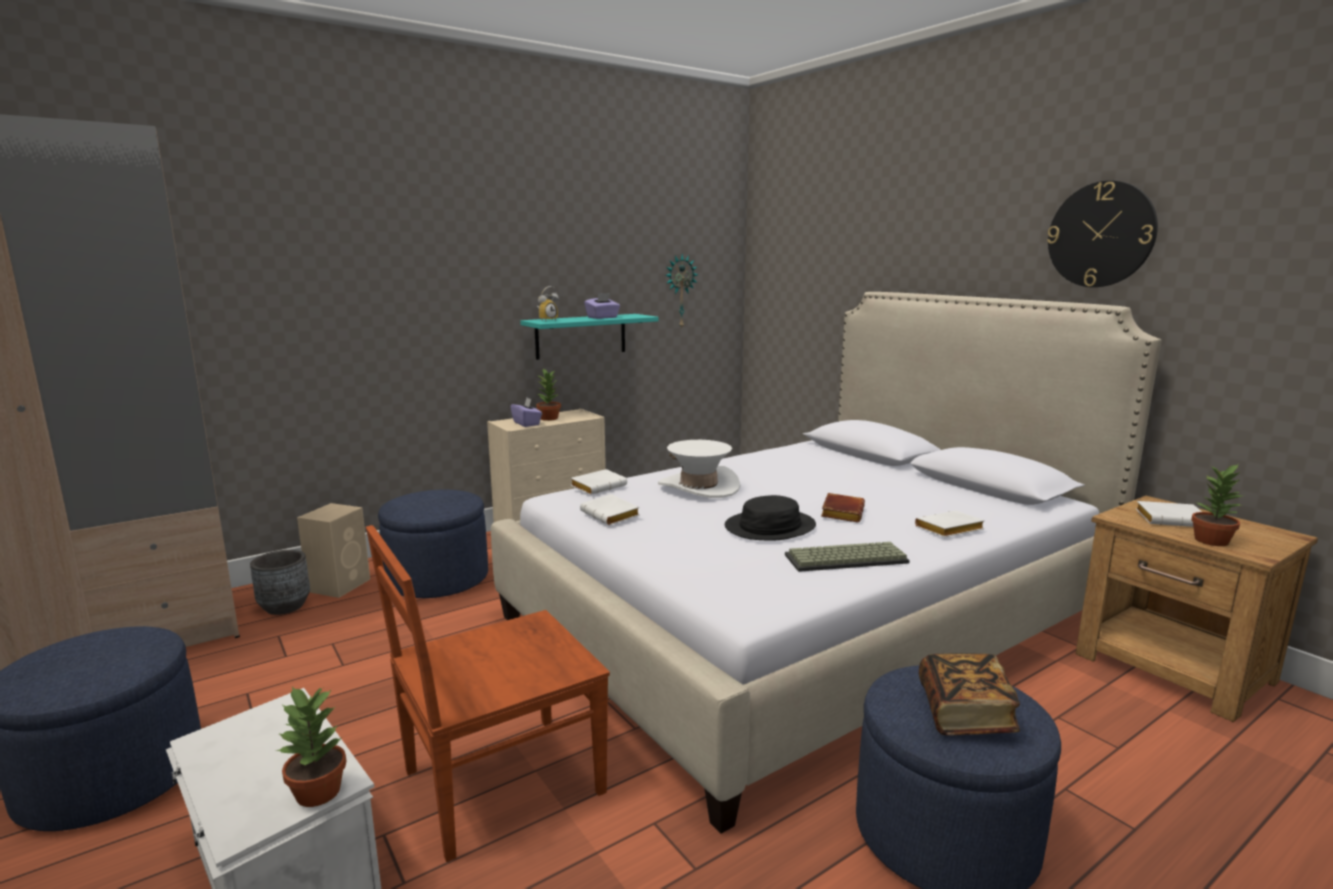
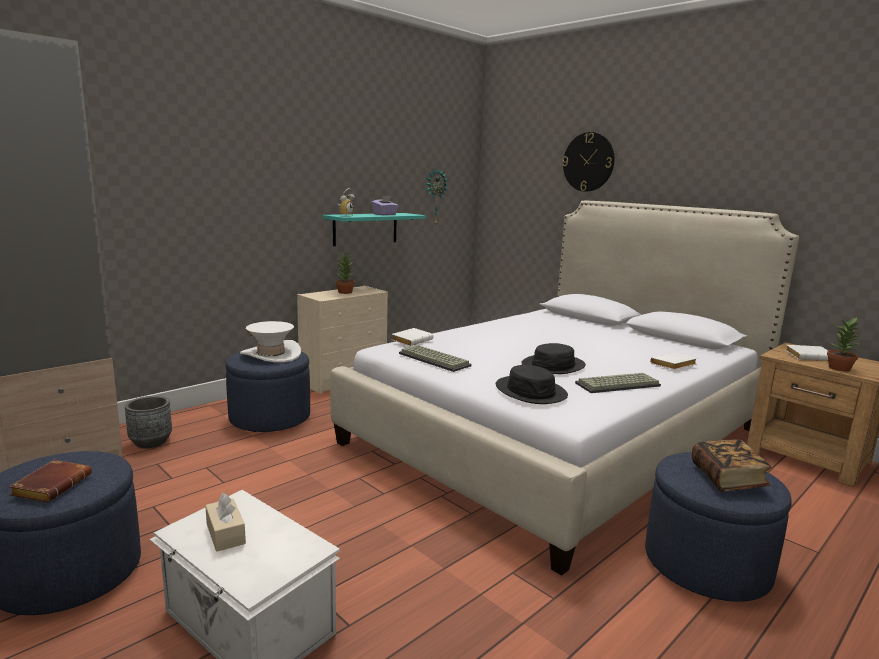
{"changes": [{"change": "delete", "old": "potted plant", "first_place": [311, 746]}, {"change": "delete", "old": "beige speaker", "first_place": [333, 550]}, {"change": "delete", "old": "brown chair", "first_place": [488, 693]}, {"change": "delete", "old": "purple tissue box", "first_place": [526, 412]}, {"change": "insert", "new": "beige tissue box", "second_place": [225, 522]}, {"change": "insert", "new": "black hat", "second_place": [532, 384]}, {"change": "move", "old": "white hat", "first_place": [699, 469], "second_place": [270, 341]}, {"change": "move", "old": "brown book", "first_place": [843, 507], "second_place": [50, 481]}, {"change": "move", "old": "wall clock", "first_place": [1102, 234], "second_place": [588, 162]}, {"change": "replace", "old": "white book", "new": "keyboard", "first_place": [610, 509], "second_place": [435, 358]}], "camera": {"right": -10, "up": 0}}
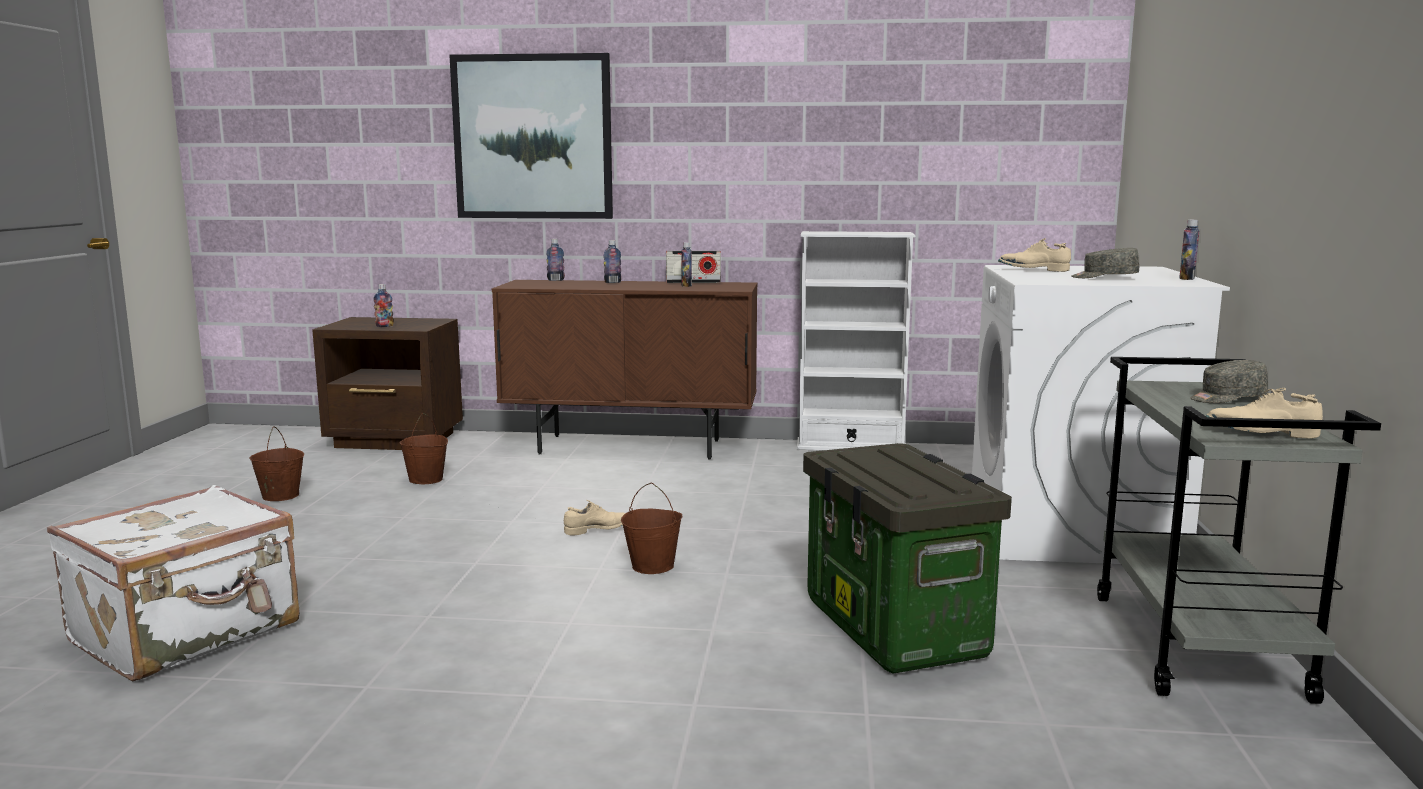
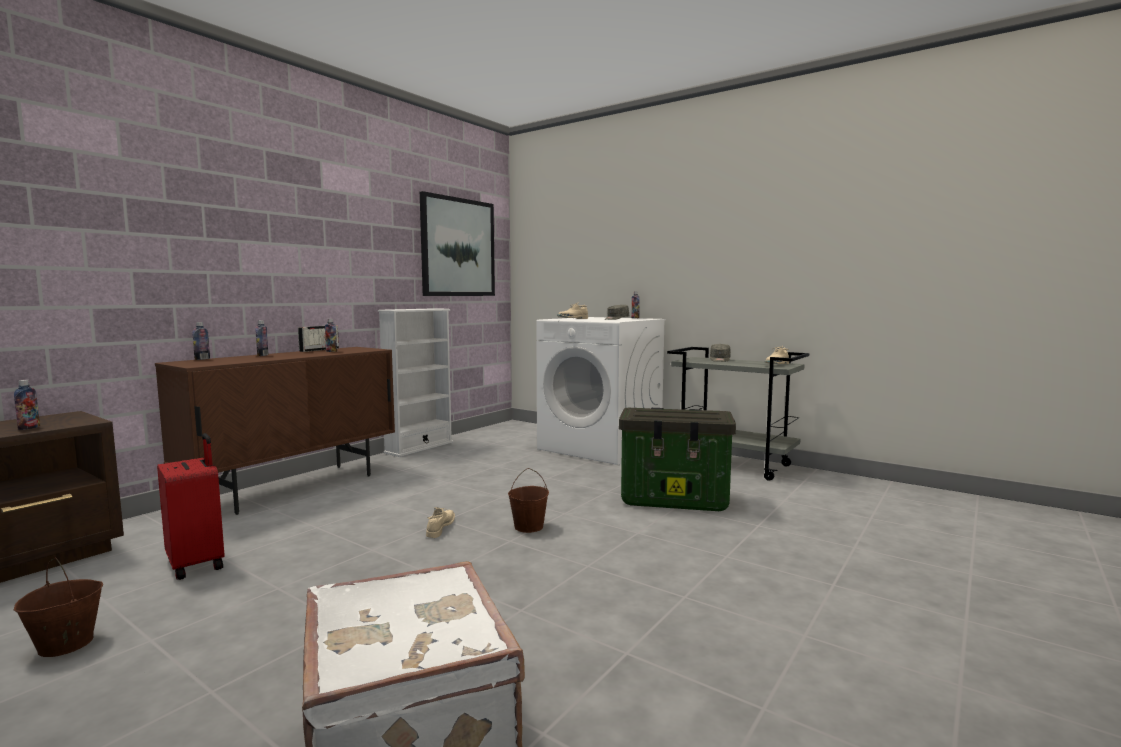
{"changes": [{"change": "move", "old": "picture", "first_place": [531, 136], "second_place": [457, 243]}, {"change": "replace", "old": "brown bucket", "new": "red suitcase", "first_place": [423, 448], "second_place": [191, 506]}], "camera": {"right": -60, "up": -5}}
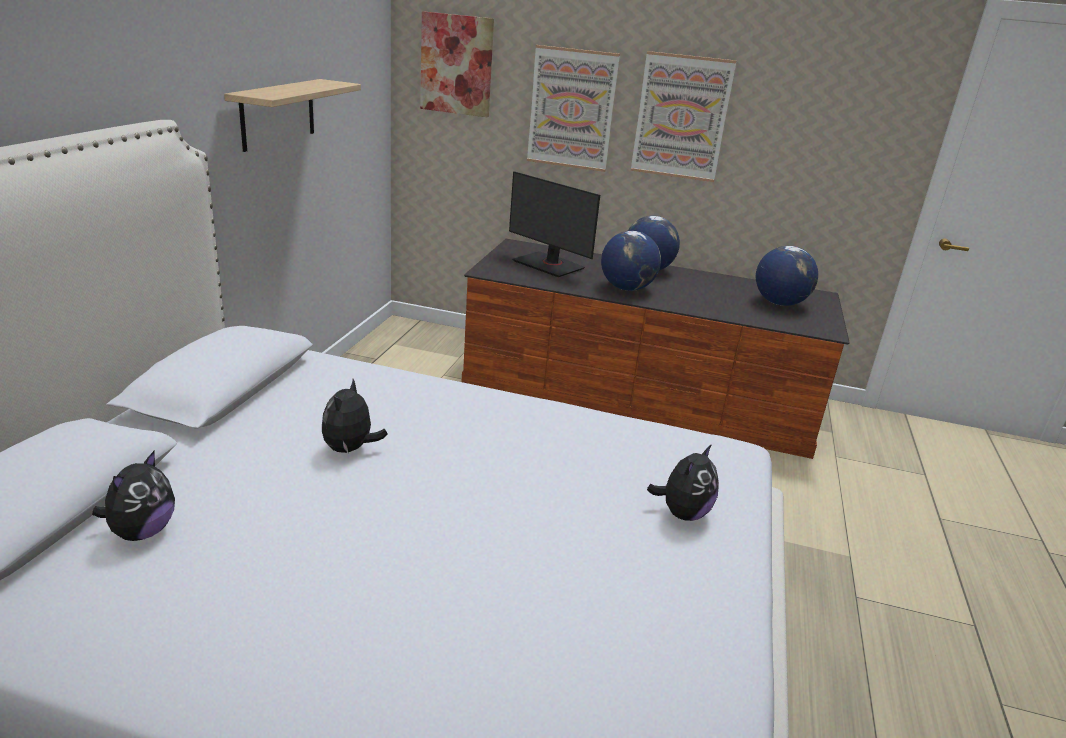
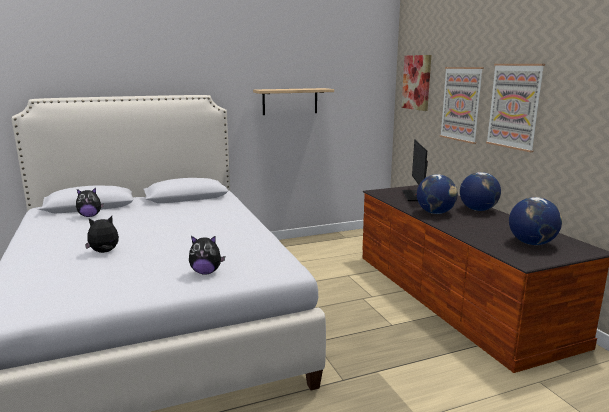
{"changes": [{"change": "move", "old": "plush toy", "first_place": [355, 416], "second_place": [102, 234]}], "camera": {"right": 55, "up": -10}}
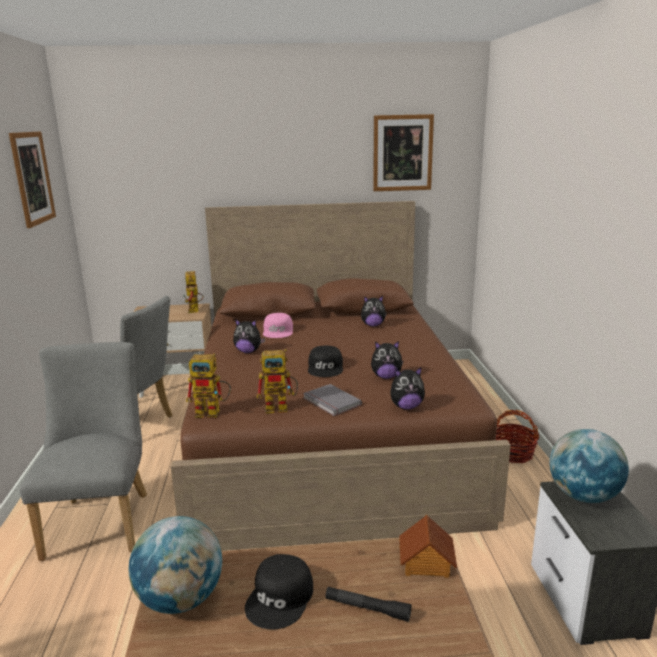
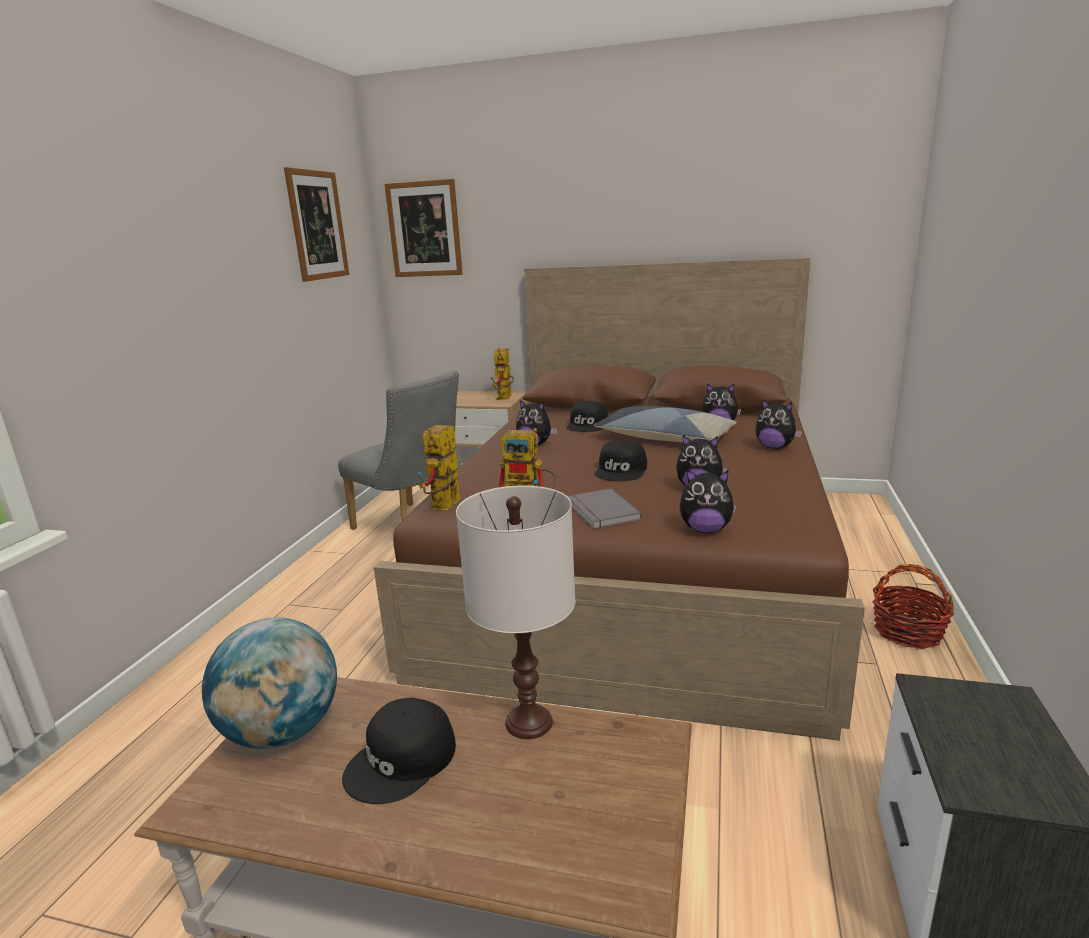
{"changes": [{"change": "delete", "old": "grey chair", "first_place": [83, 451]}, {"change": "delete", "old": "black flashlight", "first_place": [368, 604]}, {"change": "delete", "old": "toy house", "first_place": [428, 546]}, {"change": "delete", "old": "globe", "first_place": [589, 466]}, {"change": "insert", "new": "white table lamp", "second_place": [515, 612]}, {"change": "insert", "new": "pillow", "second_place": [665, 424]}, {"change": "insert", "new": "plush toy", "second_place": [778, 424]}, {"change": "move", "old": "picture", "first_place": [403, 152], "second_place": [423, 228]}, {"change": "recolor", "old": "pink cap", "new": "black cap", "first_place": [278, 325], "second_place": [587, 416]}, {"change": "rotate", "old": "toy robot", "first_place": [208, 385], "second_place": [439, 467], "degrees": 90}], "camera": {"right": 20, "up": 0}}
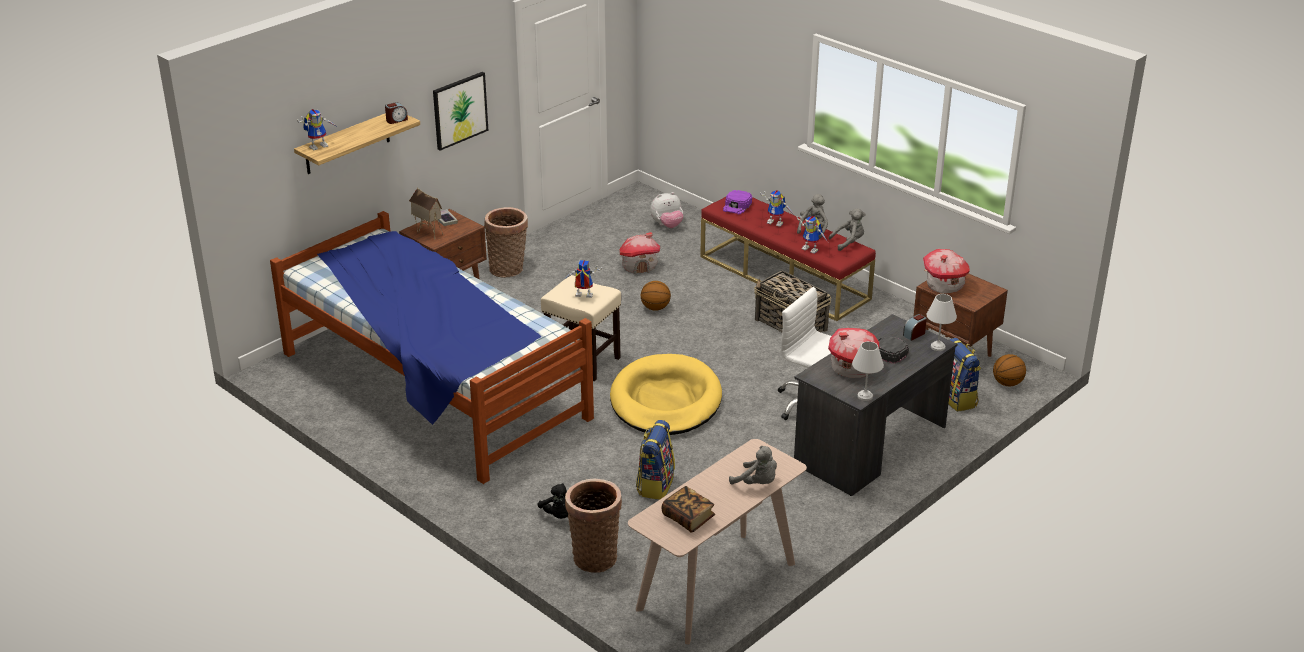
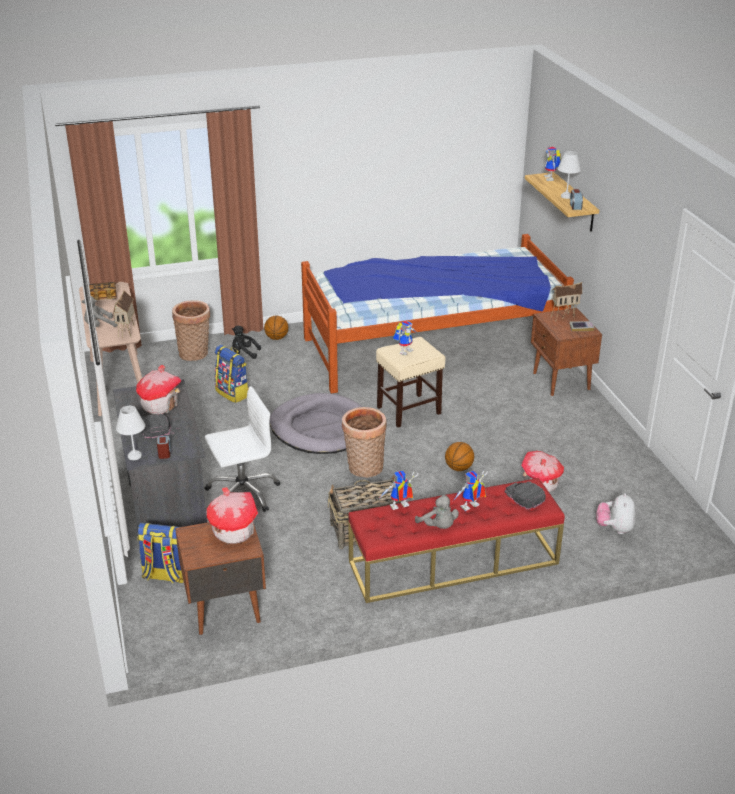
{"changes": [{"change": "delete", "old": "picture", "first_place": [460, 111]}, {"change": "delete", "old": "grey plush toy", "first_place": [847, 229]}, {"change": "insert", "new": "toy house", "second_place": [124, 315]}, {"change": "move", "old": "basket", "first_place": [506, 242], "second_place": [364, 442]}, {"change": "move", "old": "white table lamp", "first_place": [868, 371], "second_place": [569, 175]}, {"change": "move", "old": "basketball", "first_place": [1009, 370], "second_place": [276, 328]}, {"change": "recolor", "old": "yellow dog bed", "new": "grey dog bed", "first_place": [666, 394], "second_place": [316, 423]}, {"change": "recolor", "old": "purple cap", "new": "black cap", "first_place": [737, 202], "second_place": [525, 495]}], "camera": {"right": 120, "up": 0}}
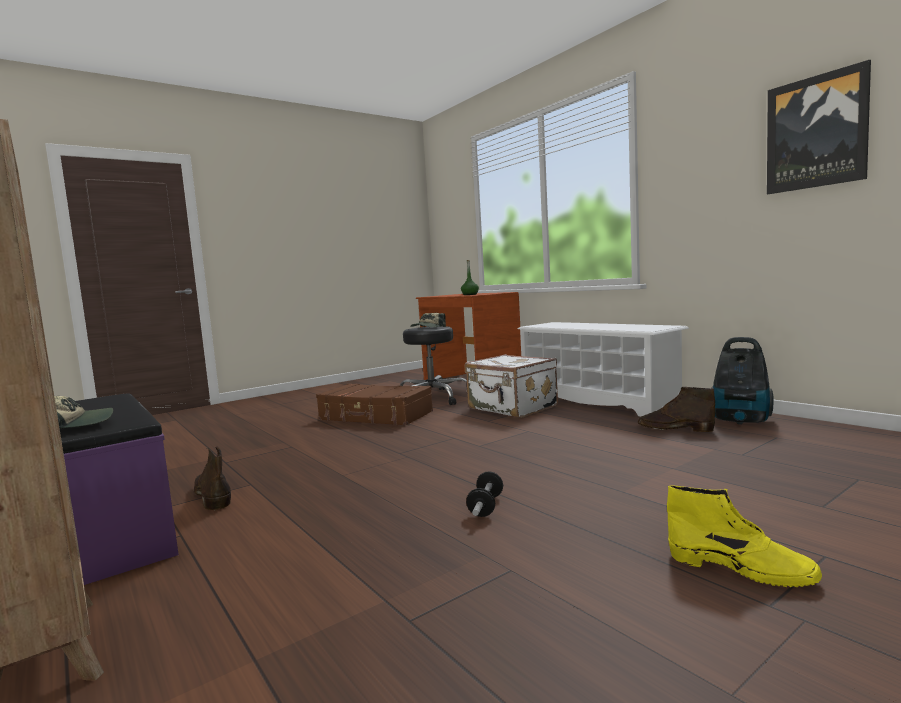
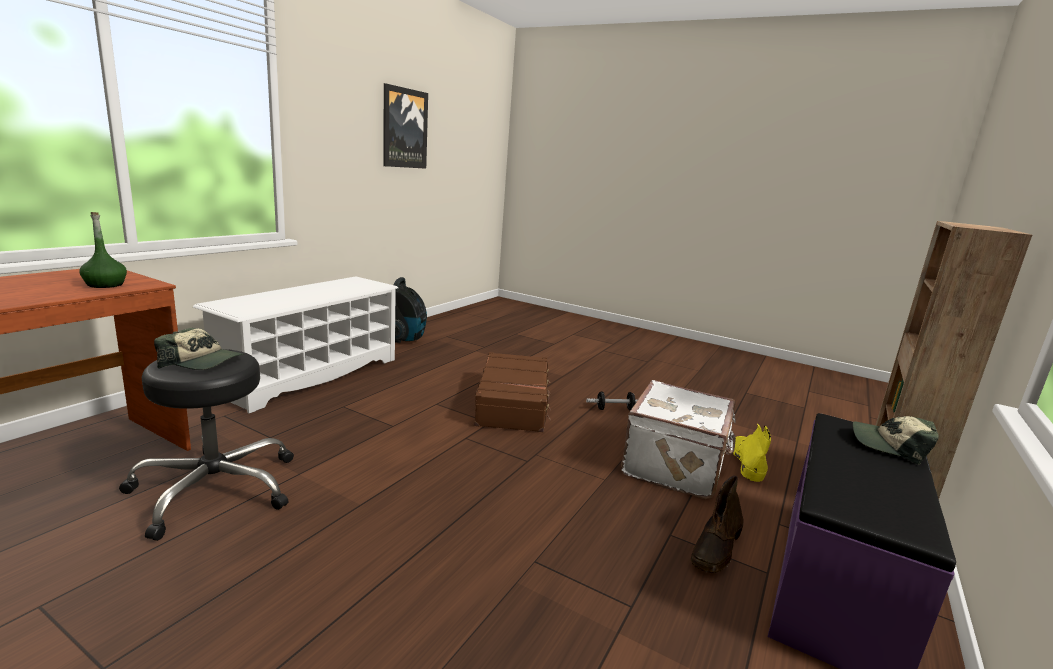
{"changes": [{"change": "delete", "old": "brown boot", "first_place": [676, 409]}, {"change": "move", "old": "brown suitcase", "first_place": [374, 405], "second_place": [512, 392]}, {"change": "move", "old": "white suitcase", "first_place": [511, 386], "second_place": [678, 439]}, {"change": "move", "old": "yellow boot", "first_place": [744, 536], "second_place": [751, 453]}], "camera": {"right": -115, "up": 10}}
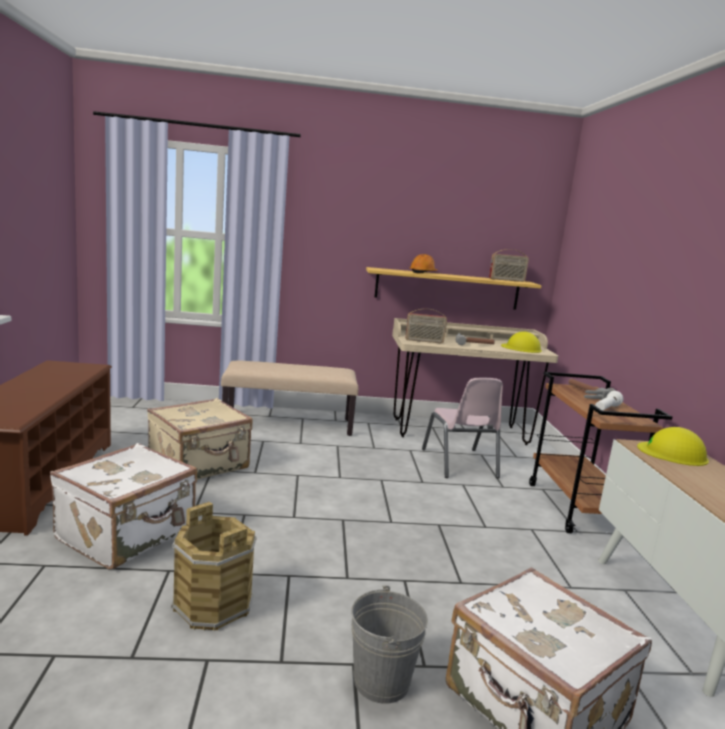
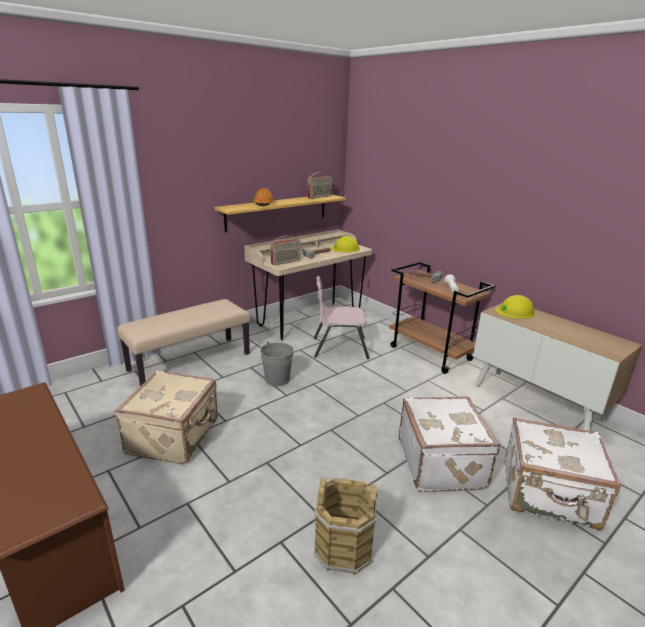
{"changes": [{"change": "move", "old": "white suitcase", "first_place": [123, 506], "second_place": [449, 444]}, {"change": "move", "old": "grey bucket", "first_place": [389, 644], "second_place": [277, 363]}, {"change": "rotate", "old": "pink chair", "first_place": [462, 428], "second_place": [342, 317], "degrees": 135}], "camera": {"right": -35, "up": 10}}
